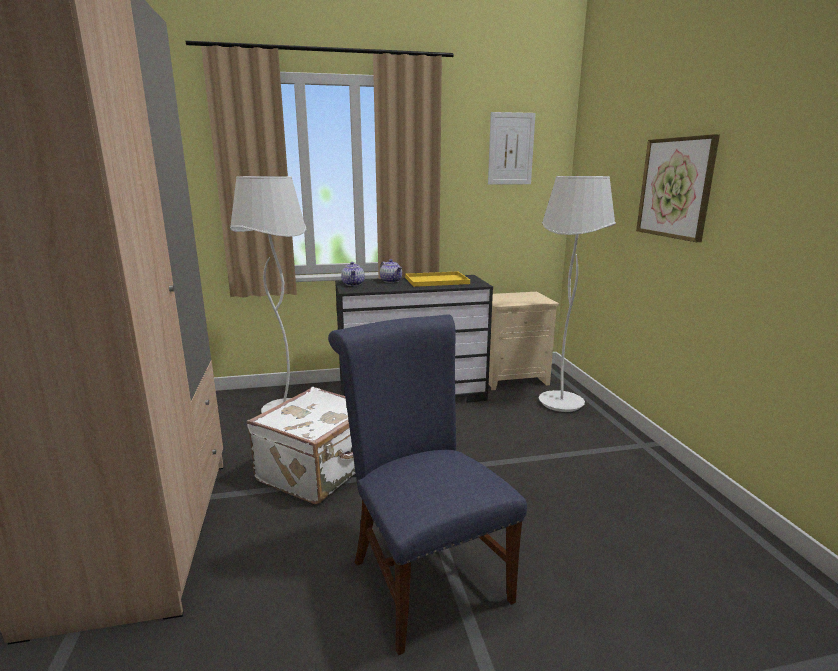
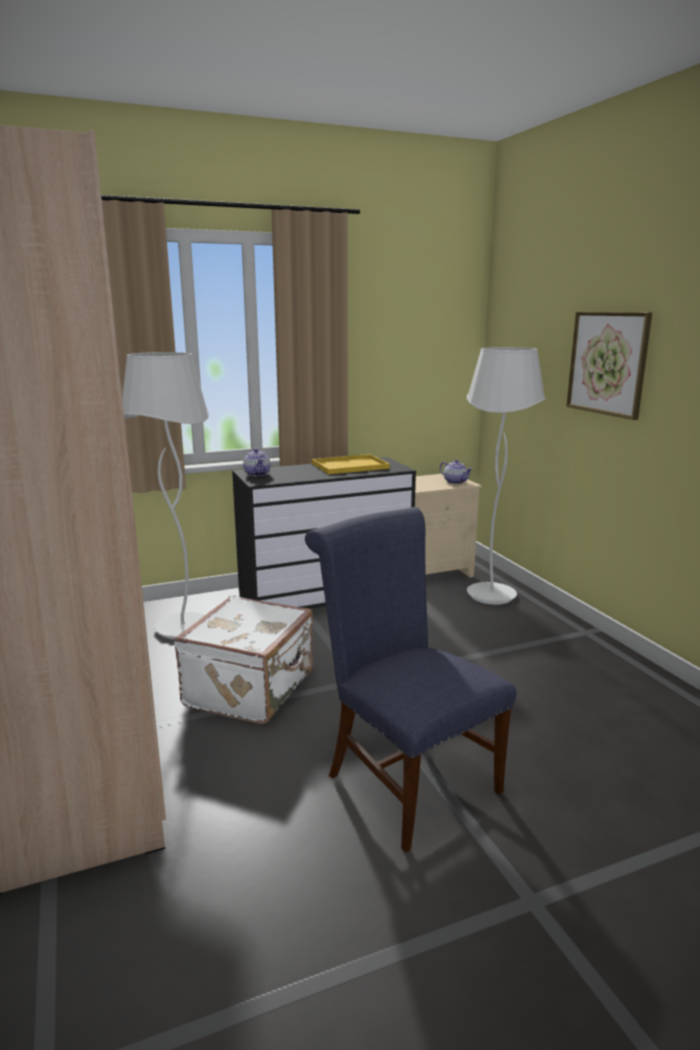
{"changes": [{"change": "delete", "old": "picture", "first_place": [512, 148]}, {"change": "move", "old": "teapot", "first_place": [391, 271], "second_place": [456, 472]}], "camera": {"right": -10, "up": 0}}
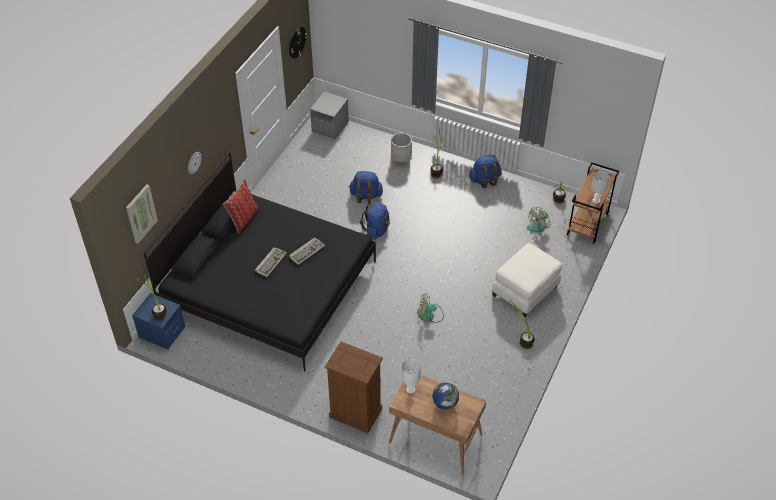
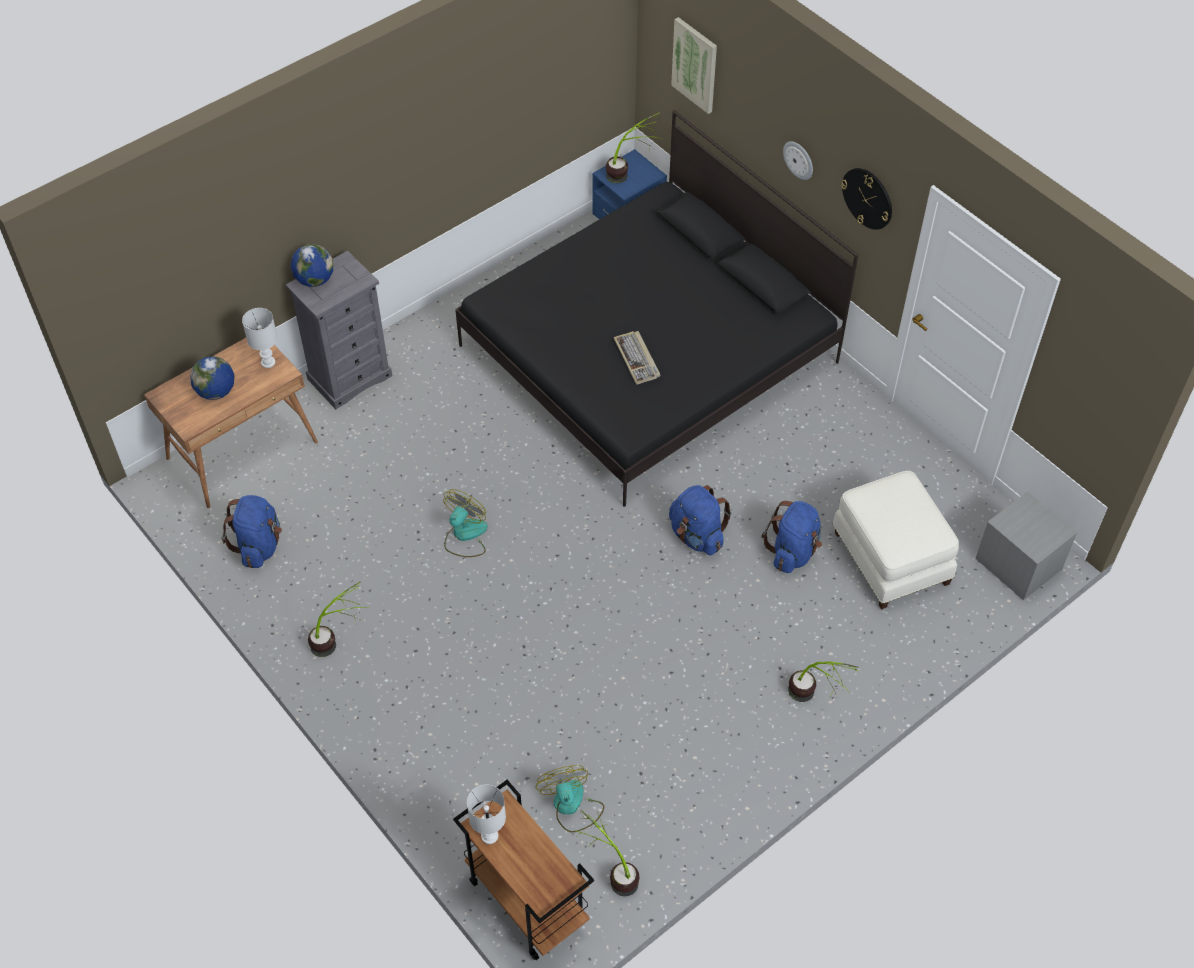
{"changes": [{"change": "delete", "old": "pillow", "first_place": [241, 206]}, {"change": "delete", "old": "keyboard", "first_place": [271, 262]}, {"change": "delete", "old": "grey planter", "first_place": [401, 150]}, {"change": "insert", "new": "globe", "second_place": [312, 265]}, {"change": "move", "old": "wall clock", "first_place": [298, 43], "second_place": [866, 199]}, {"change": "move", "old": "blue backpack", "first_place": [485, 171], "second_place": [252, 531]}, {"change": "move", "old": "white ottoman", "first_place": [527, 280], "second_place": [896, 540]}, {"change": "recolor", "old": "brown dresser", "new": "grey dresser", "first_place": [354, 387], "second_place": [339, 330]}], "camera": {"right": 115, "up": 5}}
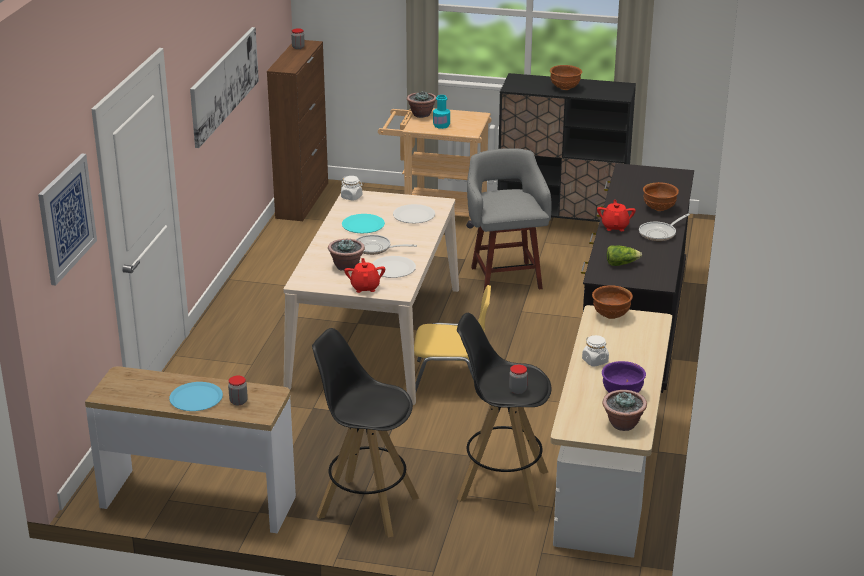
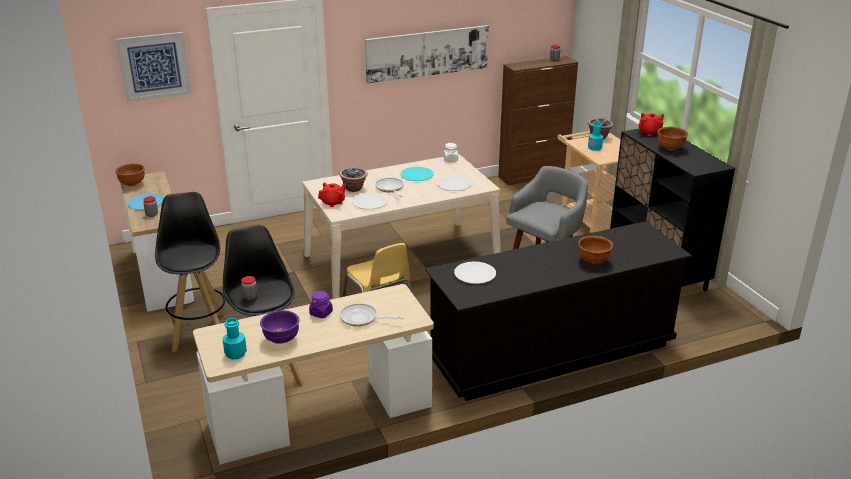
{"changes": [{"change": "move", "old": "brown bowl", "first_place": [612, 302], "second_place": [130, 174]}, {"change": "move", "old": "red teapot", "first_place": [616, 215], "second_place": [651, 124]}, {"change": "move", "old": "frying pan", "first_place": [664, 227], "second_place": [372, 315]}, {"change": "replace", "old": "potted plant", "new": "turquoise bottle", "first_place": [625, 410], "second_place": [234, 339]}, {"change": "replace", "old": "lettuce", "new": "white plate", "first_place": [624, 256], "second_place": [475, 272]}, {"change": "recolor", "old": "white jar", "new": "purple jar", "first_place": [595, 351], "second_place": [321, 304]}], "camera": {"right": 55, "up": 0}}
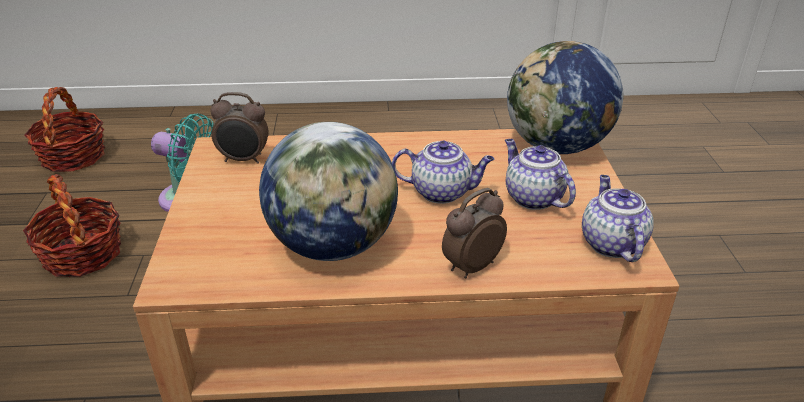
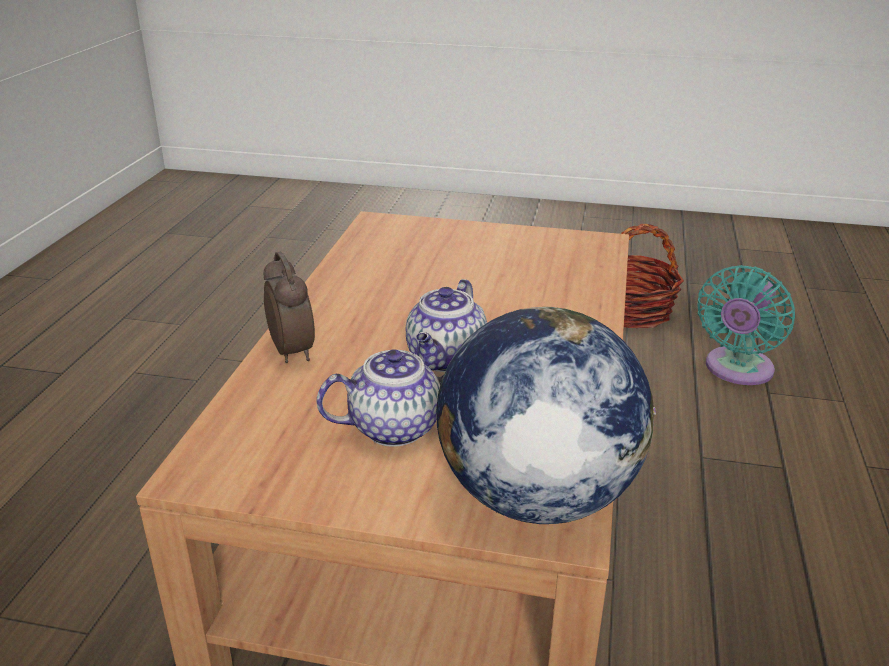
{"changes": [{"change": "delete", "old": "basket", "first_place": [64, 129]}, {"change": "delete", "old": "alarm clock", "first_place": [240, 128]}, {"change": "delete", "old": "globe", "first_place": [328, 191]}, {"change": "delete", "old": "teapot", "first_place": [618, 218]}], "camera": {"right": 105, "up": -5}}
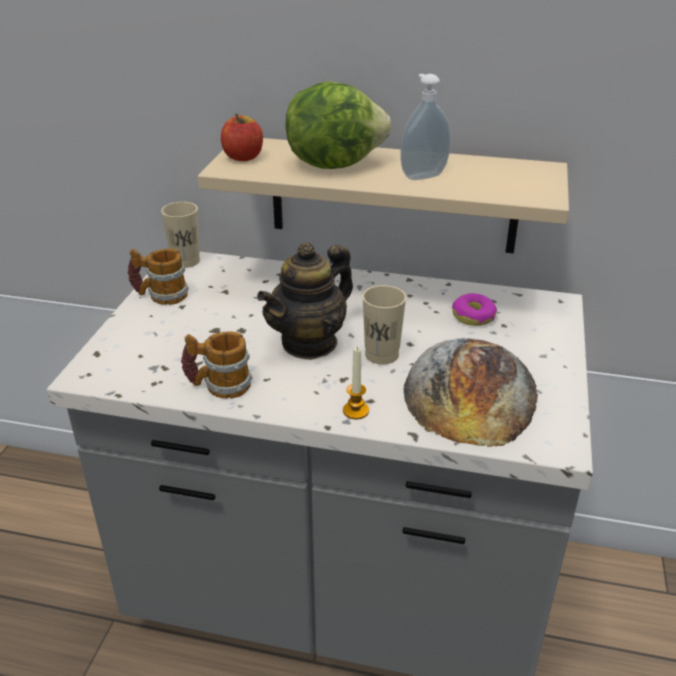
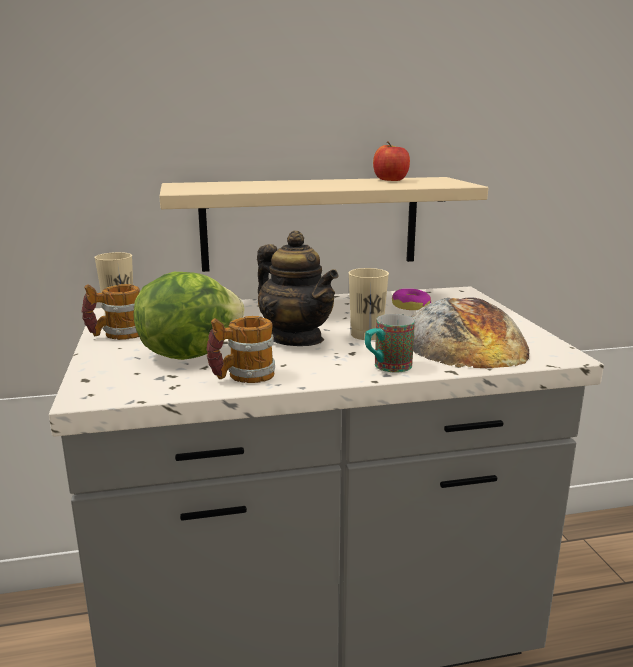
{"changes": [{"change": "delete", "old": "soap dispenser", "first_place": [425, 127]}, {"change": "move", "old": "apple", "first_place": [242, 137], "second_place": [391, 161]}, {"change": "move", "old": "lettuce", "first_place": [338, 125], "second_place": [189, 316]}, {"change": "replace", "old": "candle", "new": "mug", "first_place": [356, 383], "second_place": [390, 343]}, {"change": "rotate", "old": "teapot", "first_place": [305, 301], "second_place": [297, 288], "degrees": -60}], "camera": {"right": -25, "up": -15}}
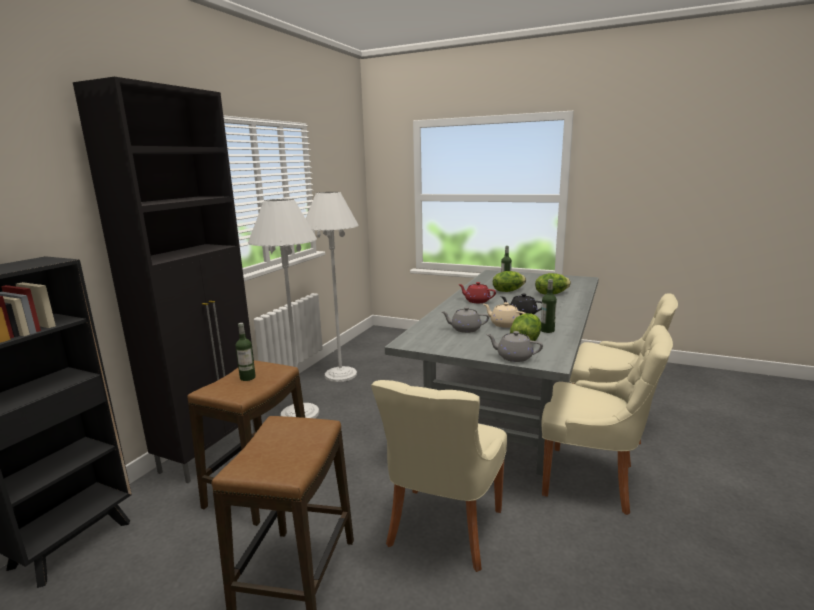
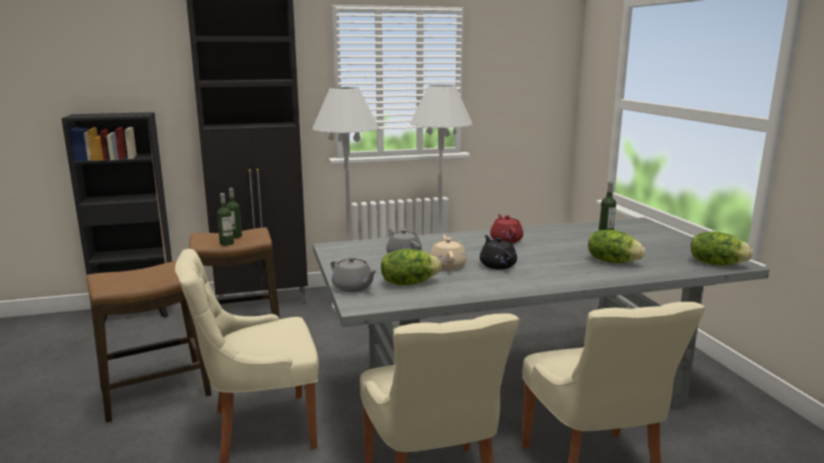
{"changes": [{"change": "move", "old": "lettuce", "first_place": [509, 281], "second_place": [722, 248]}, {"change": "move", "old": "bottle", "first_place": [549, 306], "second_place": [225, 219]}, {"change": "rotate", "old": "grey teapot", "first_place": [514, 346], "second_place": [354, 274], "degrees": 150}], "camera": {"right": 50, "up": 0}}
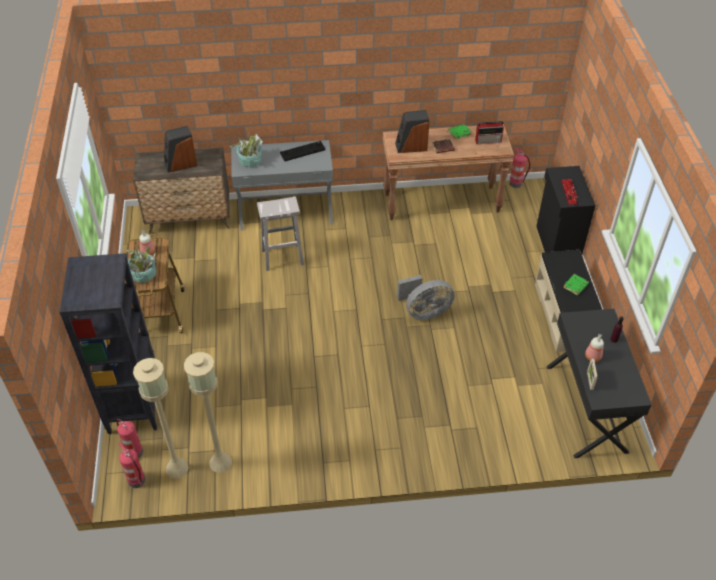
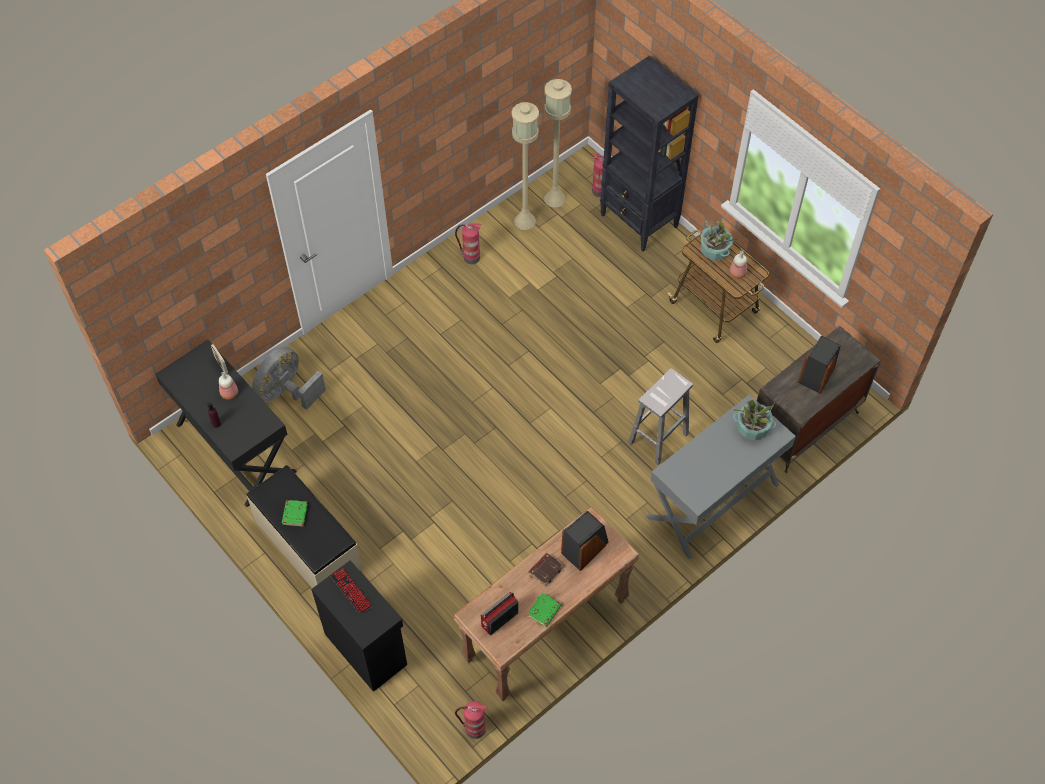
{"changes": [{"change": "delete", "old": "keyboard", "first_place": [303, 151]}, {"change": "move", "old": "fire extinguisher", "first_place": [132, 465], "second_place": [468, 243]}, {"change": "move", "old": "grey fan", "first_place": [425, 297], "second_place": [289, 378]}], "camera": {"right": 145, "up": 10}}
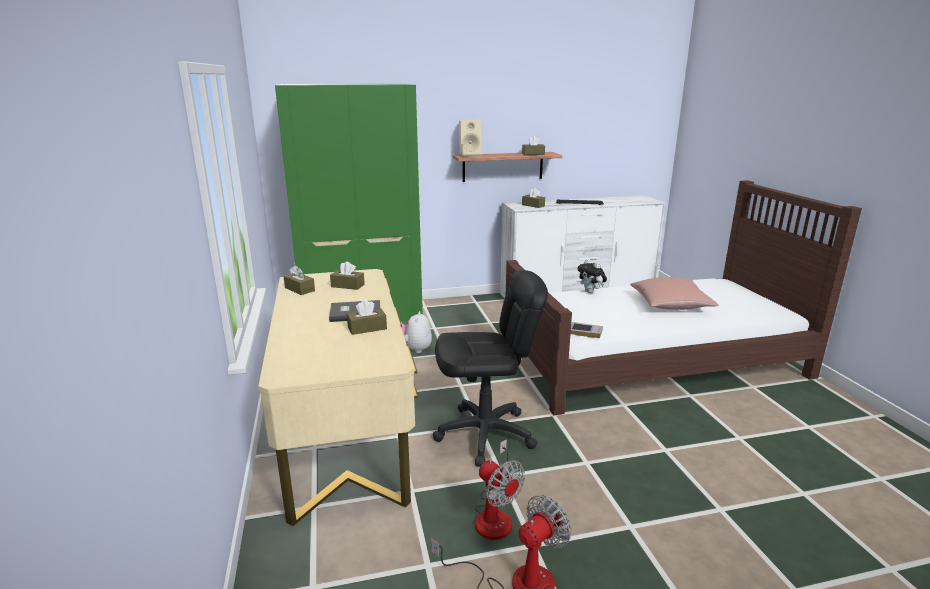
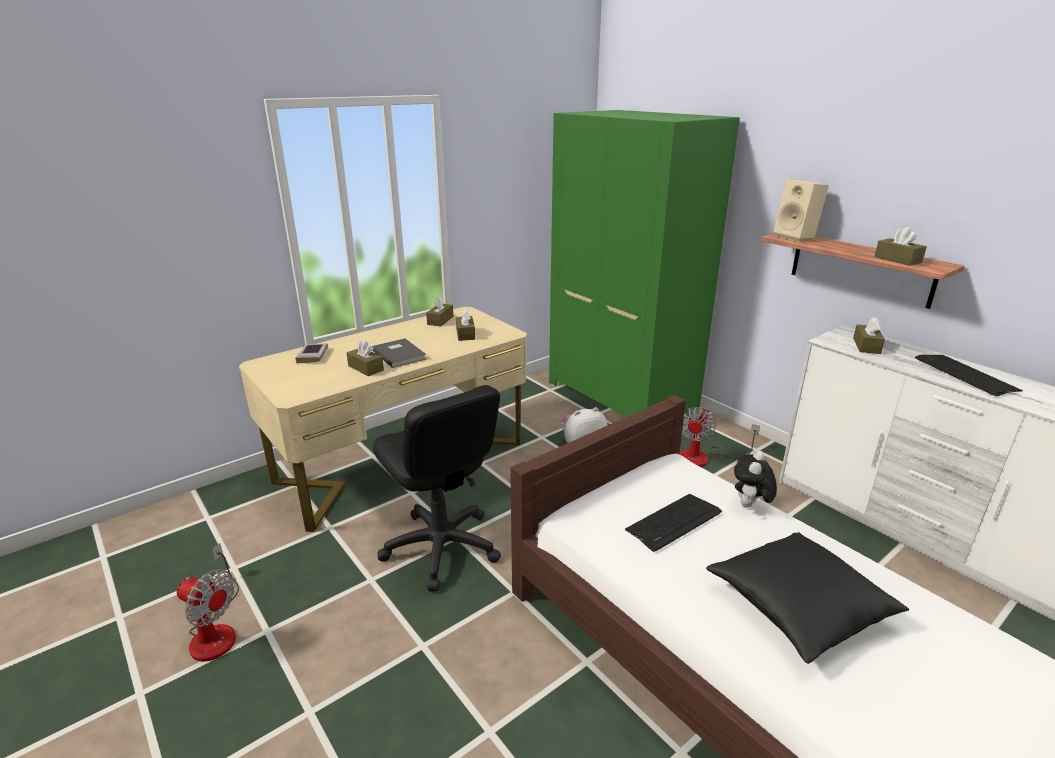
{"changes": [{"change": "insert", "new": "keyboard", "second_place": [673, 523]}, {"change": "move", "old": "fan", "first_place": [500, 489], "second_place": [719, 437]}, {"change": "move", "old": "book", "first_place": [587, 330], "second_place": [311, 353]}, {"change": "recolor", "old": "pink pillow", "new": "black pillow", "first_place": [674, 293], "second_place": [807, 598]}], "camera": {"right": 65, "up": 5}}
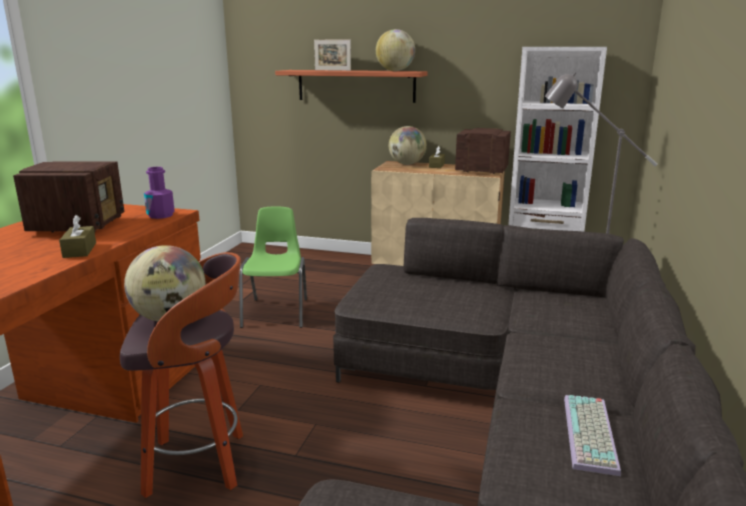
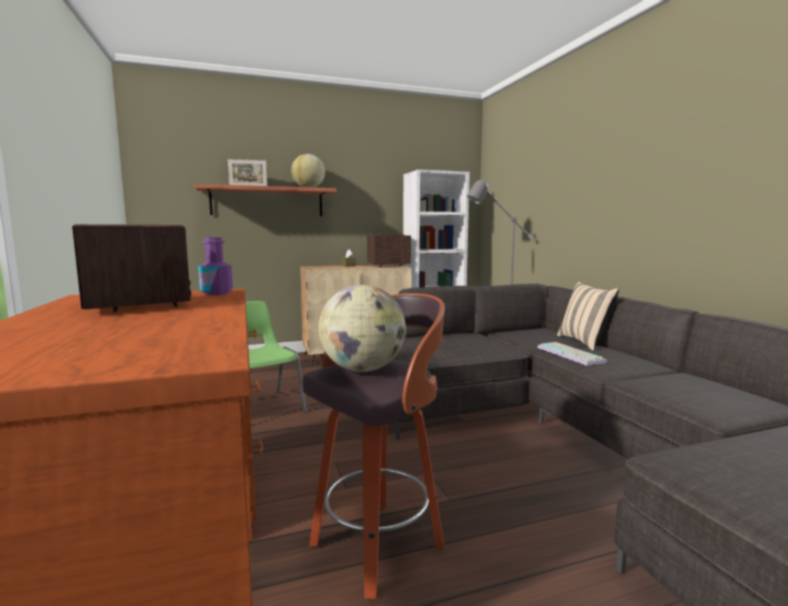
{"changes": [{"change": "delete", "old": "brown tissue box", "first_place": [77, 236]}, {"change": "delete", "old": "globe", "first_place": [408, 145]}, {"change": "insert", "new": "beige pillow", "second_place": [588, 316]}, {"change": "move", "old": "keyboard", "first_place": [592, 435], "second_place": [572, 354]}], "camera": {"right": -35, "up": -10}}
